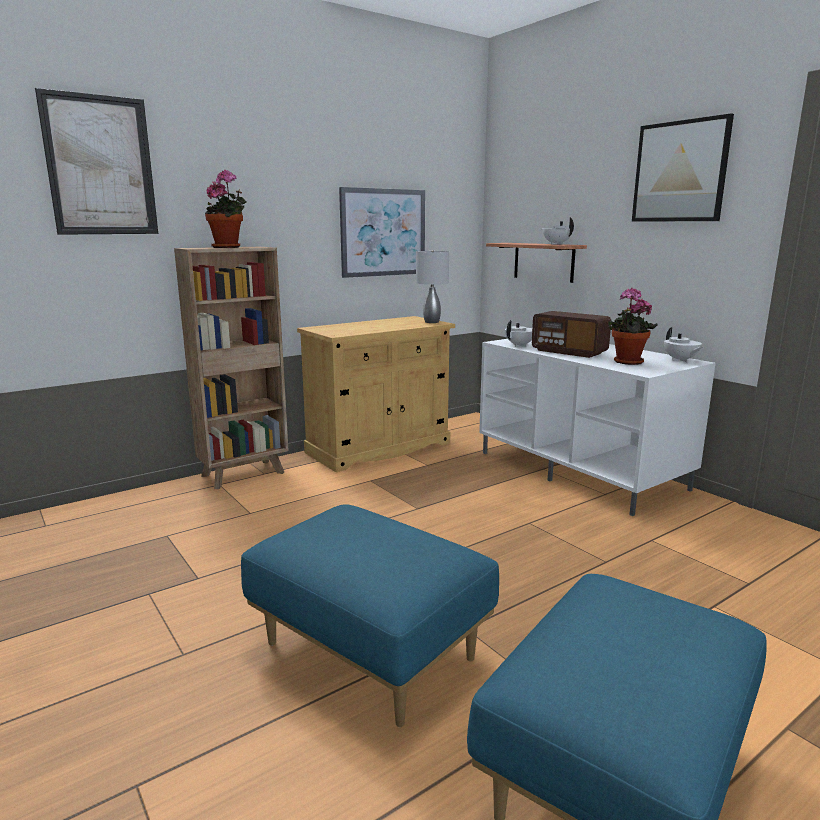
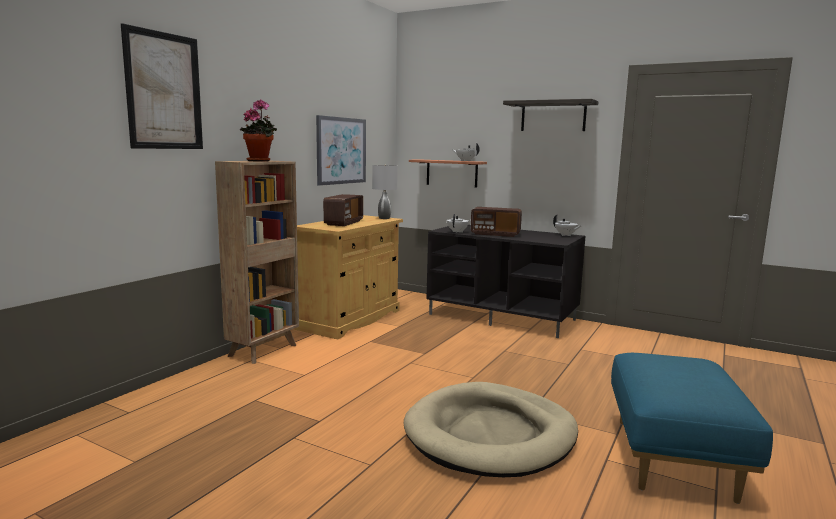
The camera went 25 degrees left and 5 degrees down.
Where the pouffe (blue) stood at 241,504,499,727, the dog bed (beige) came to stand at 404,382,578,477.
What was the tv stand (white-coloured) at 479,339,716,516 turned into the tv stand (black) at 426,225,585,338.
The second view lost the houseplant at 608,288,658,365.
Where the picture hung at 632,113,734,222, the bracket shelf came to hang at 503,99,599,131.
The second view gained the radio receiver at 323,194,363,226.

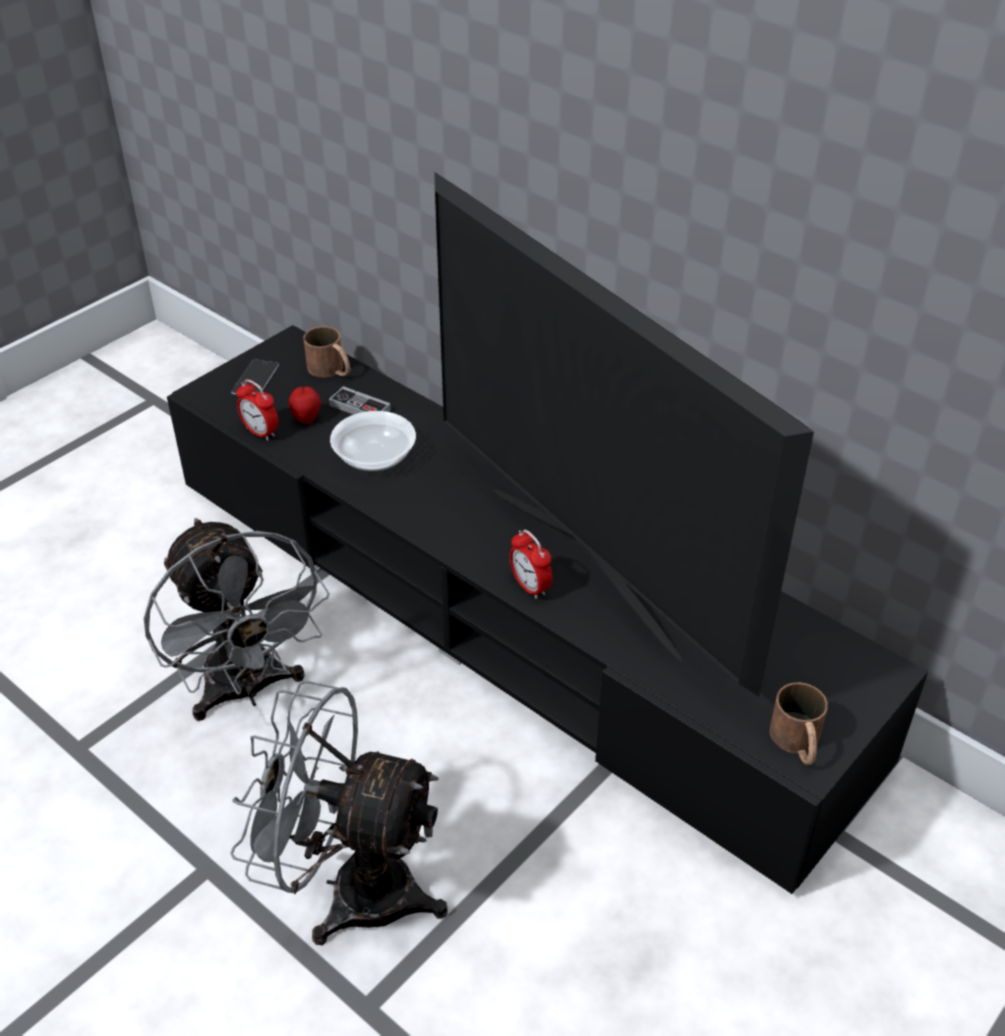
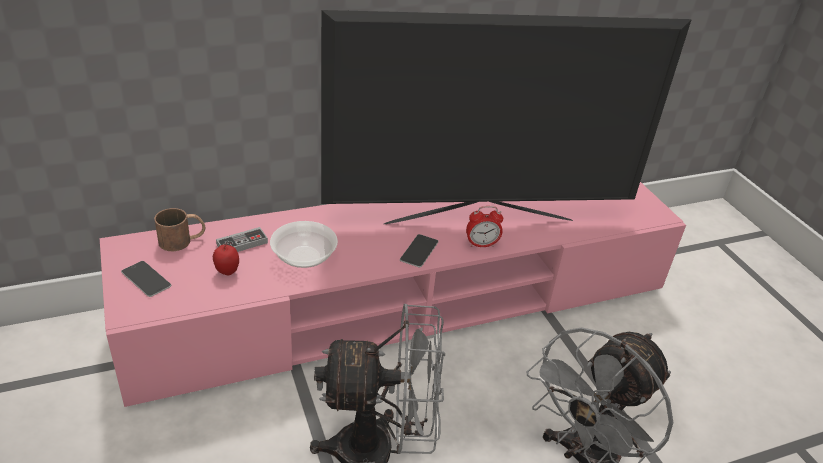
The camera went 65 degrees left and 5 degrees down.
What was the tv stand (black) at 167,325,928,894 turned into the tv stand (pink-coloured) at 100,182,686,407.
The second view lost the table clock at 236,379,278,441.
The second view lost the coffee mug (brown-coloured) at 770,682,828,765.
The second view gained the phone at 400,234,438,268.

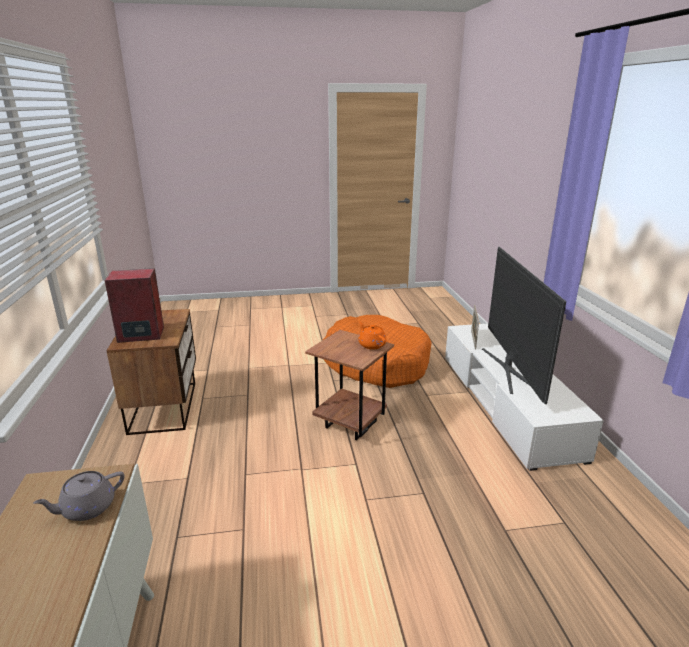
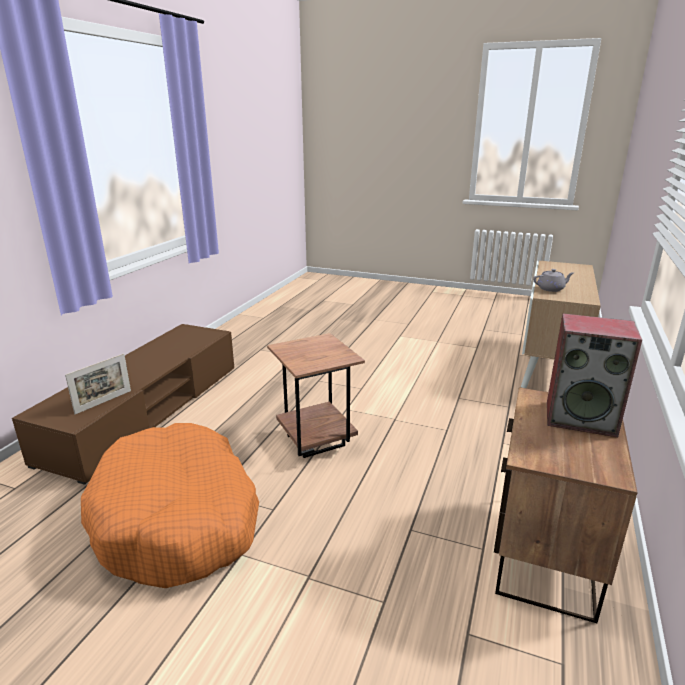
The camera went 150 degrees left and 0 degrees up.
The second view lost the teapot (orangey) at 358,322,387,349.
What was the tv stand (white-coloured) at 445,324,604,471 turned into the tv stand (brown-coloured) at 12,324,234,485.
The second view lost the television at 482,247,566,404.

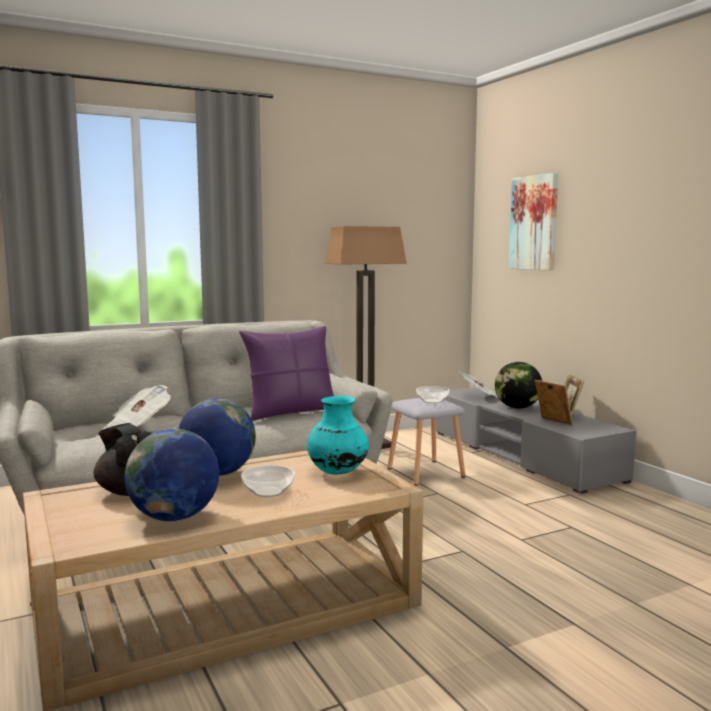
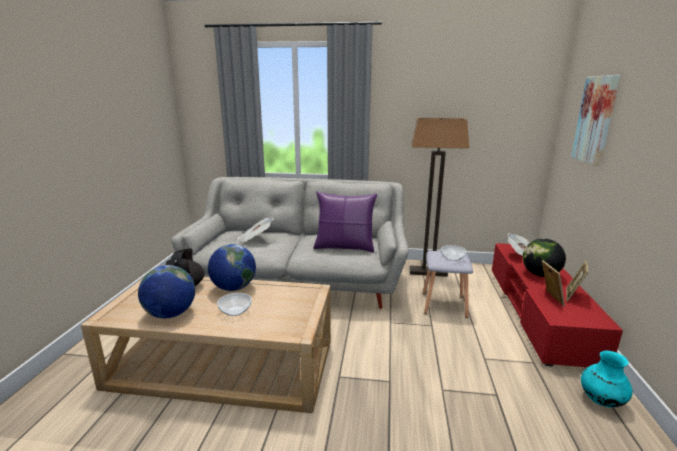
The camera went 35 degrees right and 10 degrees up.
The vase (turquoise-coloured) ended up elsewhere, having gone from 307,396,369,475 to 581,351,633,408.
What was the tv stand (gray) at 436,387,636,494 turned into the tv stand (red-coloured) at 492,243,623,367.

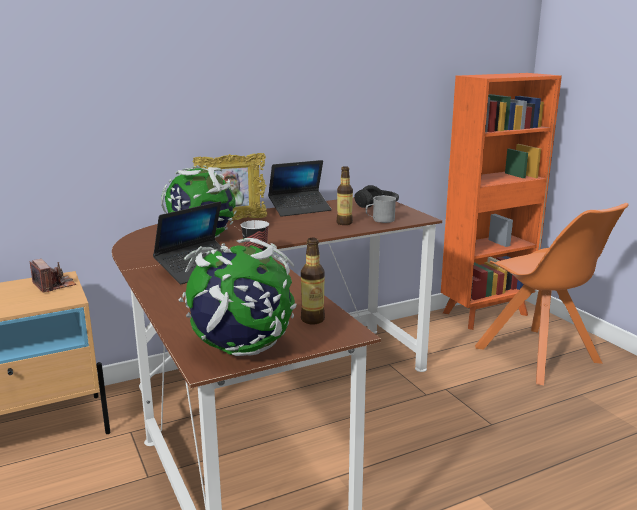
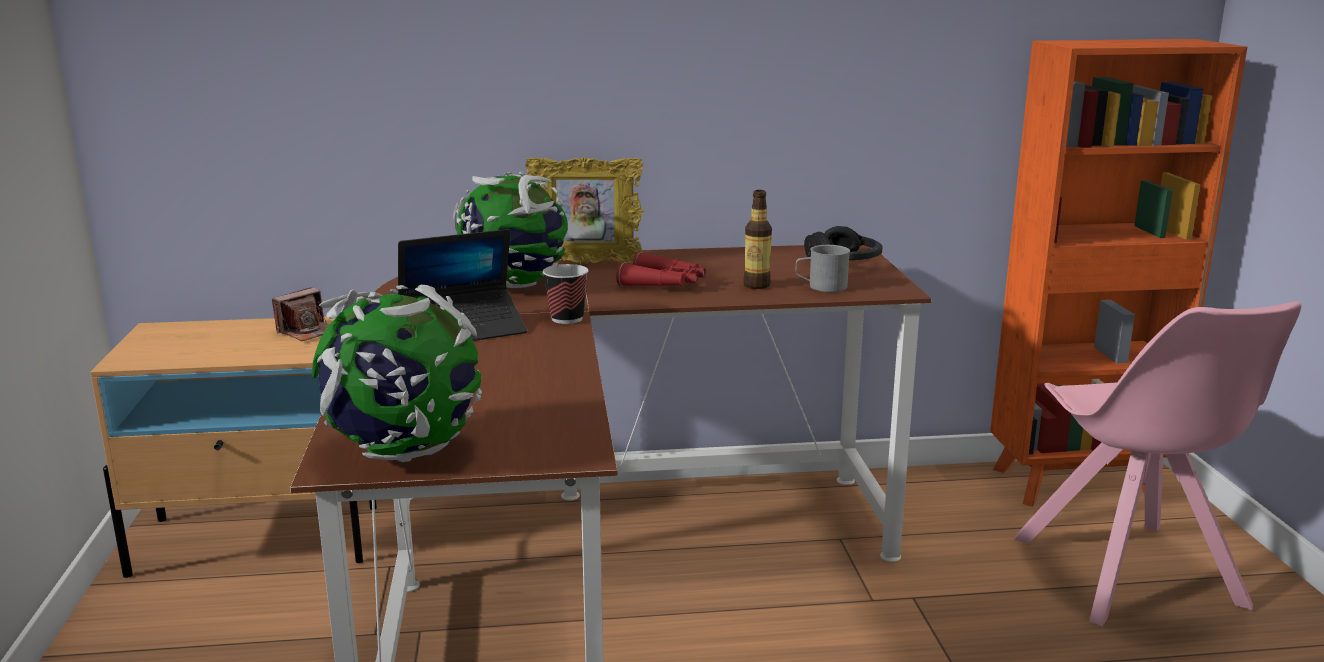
The camera went 20 degrees right and 0 degrees up.
The still camera at 30,259,76,293 ended up facing another way, 60 degrees clockwise from before.
The second view lost the laptop at 268,160,332,217.
The second view lost the bottle at 301,238,325,324.
What was the plain chair (orangey) at 475,203,629,385 turned into the plain chair (pink-coloured) at 1014,301,1302,626.
The second view gained the field glasses (red-coloured) at 616,252,706,287.

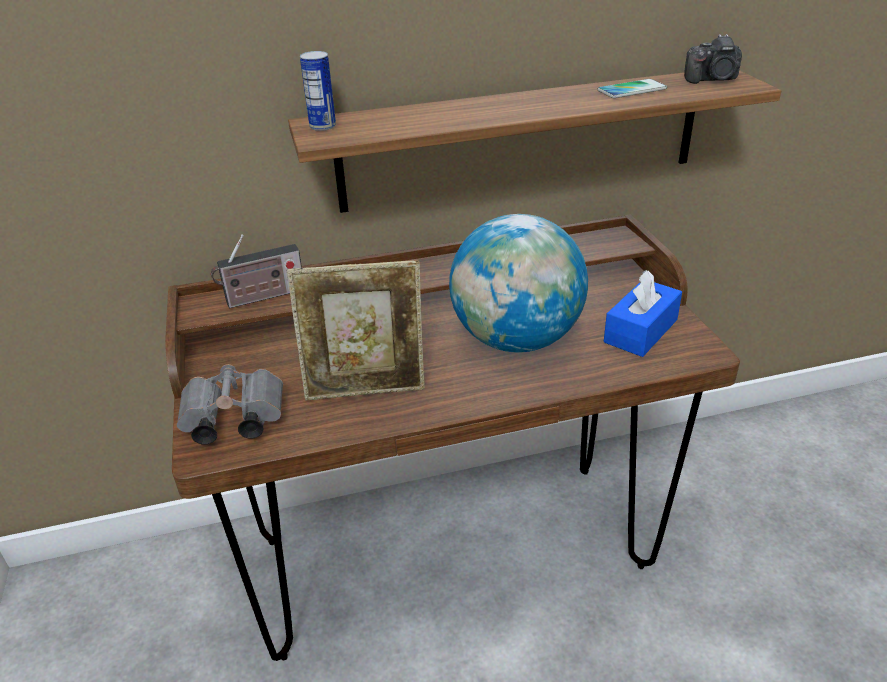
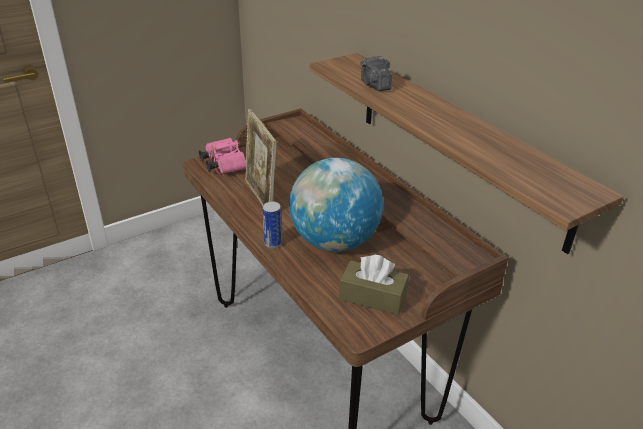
The camera went 70 degrees right and 0 degrees up.
What was the field glasses (gray) at 177,364,283,445 turned into the field glasses (pink-coloured) at 199,137,246,174.
The second view lost the radio receiver at 211,234,302,308.
The metal can ended up elsewhere, having gone from 300,51,336,131 to 263,201,282,248.
The second view lost the phone at 597,79,667,98.
What was the tissue holder (blue) at 604,270,682,357 turned into the tissue holder (brown-coloured) at 339,255,409,315.
The still camera ended up elsewhere, having gone from 684,34,742,84 to 360,56,392,91.

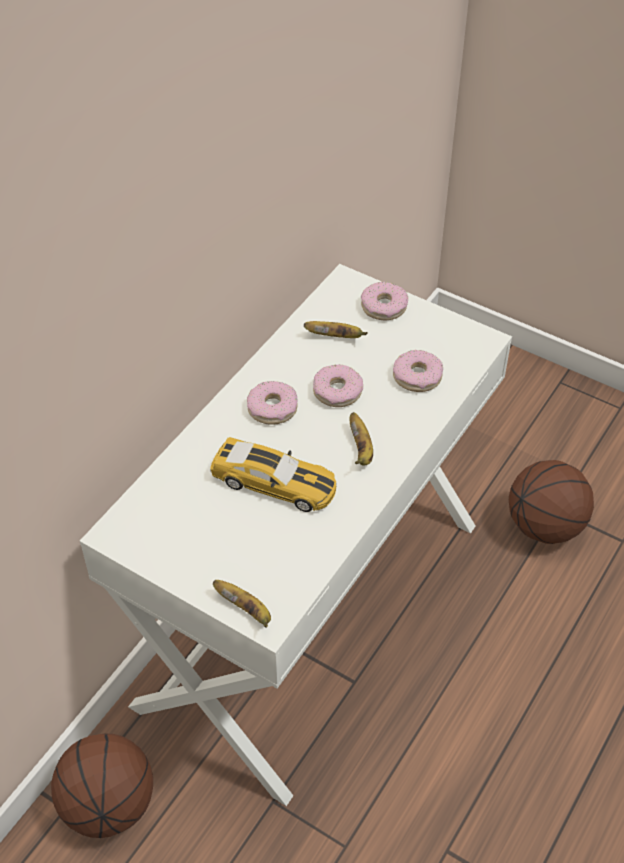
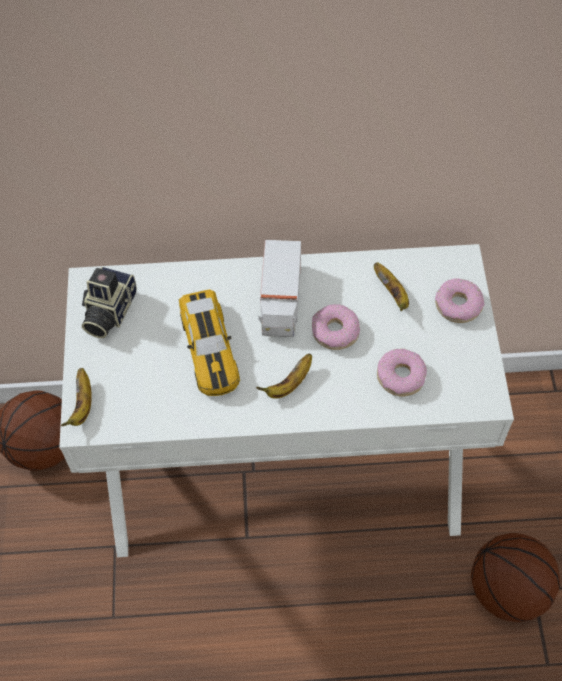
The camera went 55 degrees right and 10 degrees up.
Where the doughnut stood at 247,381,298,425, the toy truck came to stand at 259,240,301,337.
The second view gained the still camera at 82,267,137,338.

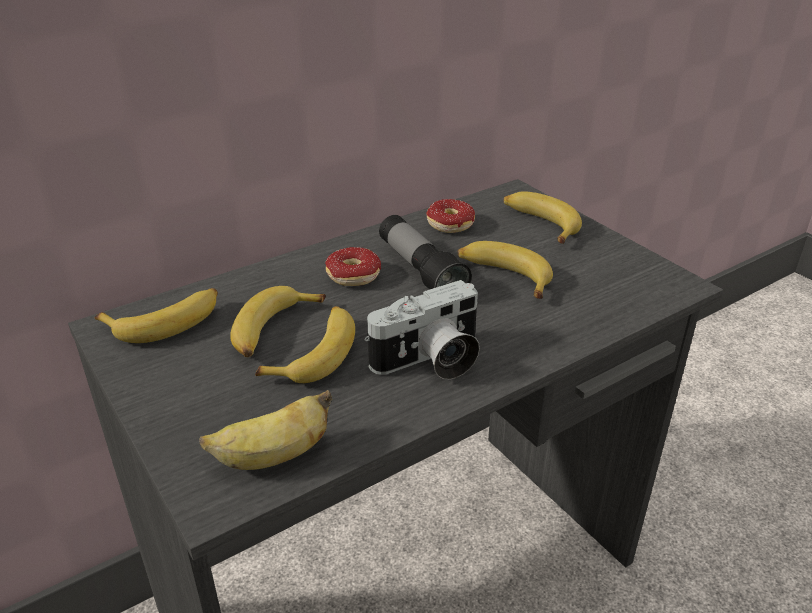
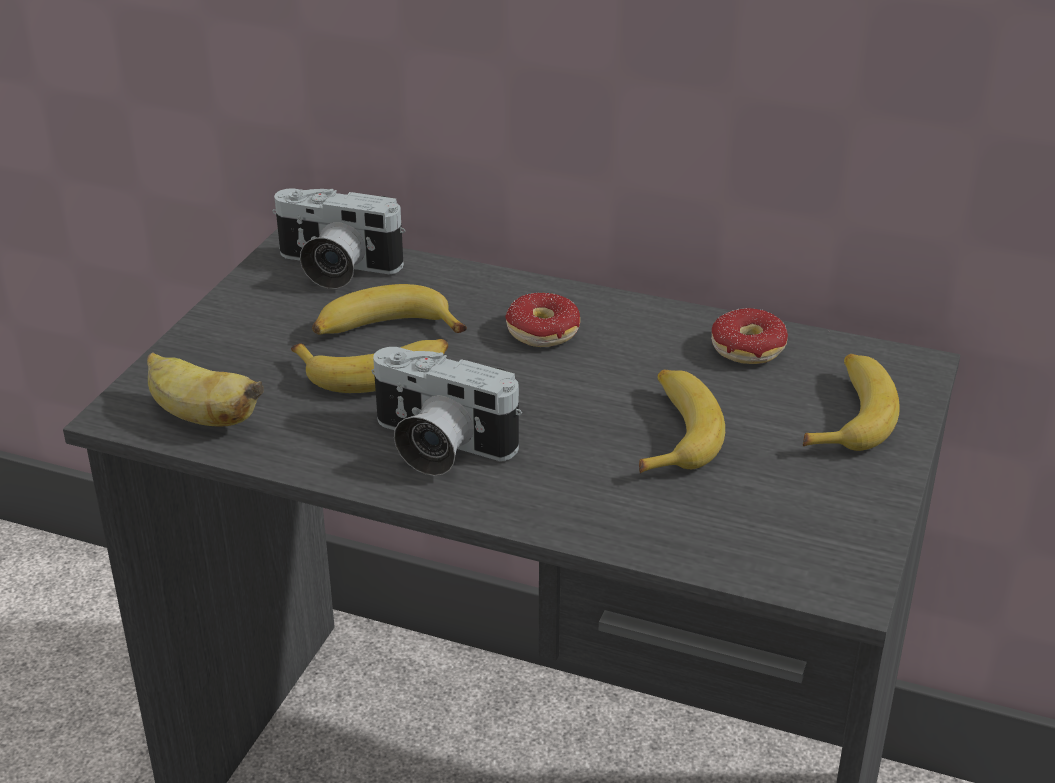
The camera went 55 degrees right and 0 degrees up.
Where the whole banana stood at 95,288,218,343, the still camera came to stand at 273,188,405,289.
The second view lost the torch at 379,215,472,289.

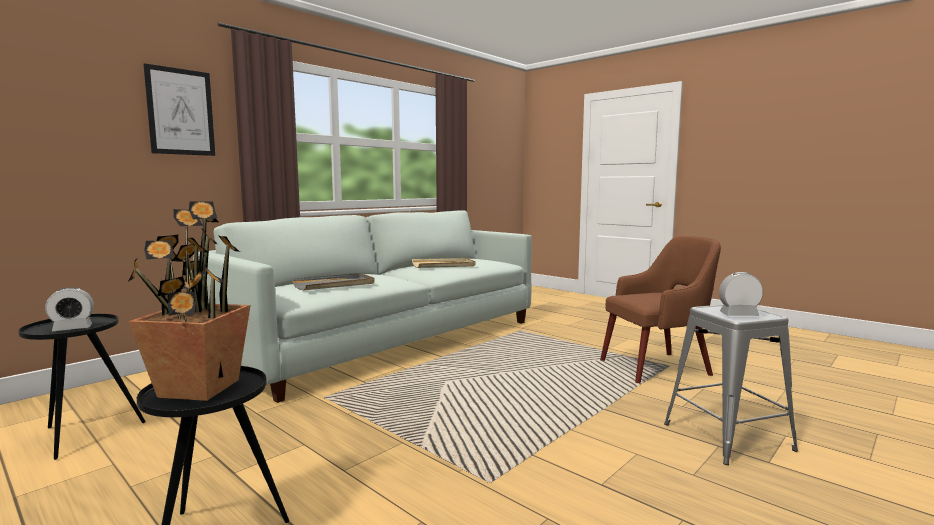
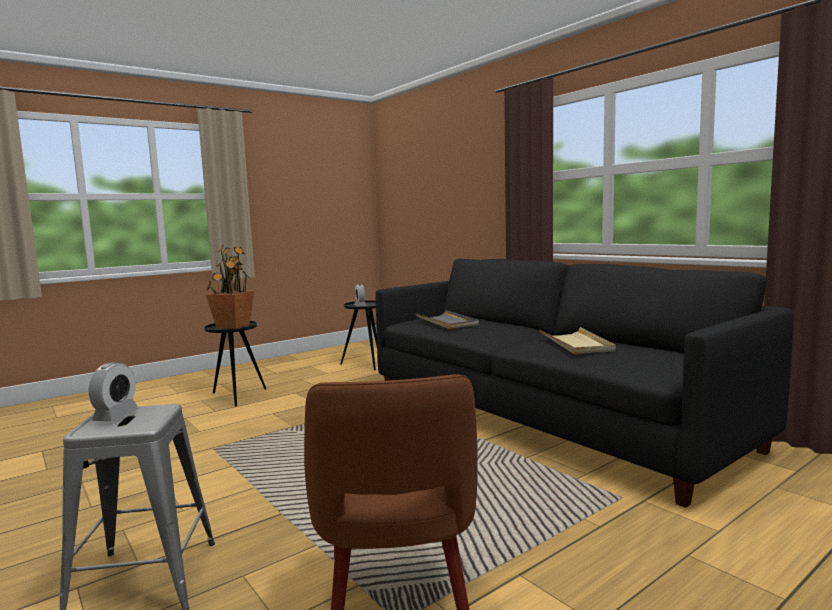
The camera went 100 degrees right and 0 degrees up.
The second view lost the picture at 143,63,215,156.
What was the couch (white-coloured) at 193,210,532,403 turned into the couch (black) at 375,259,794,508.

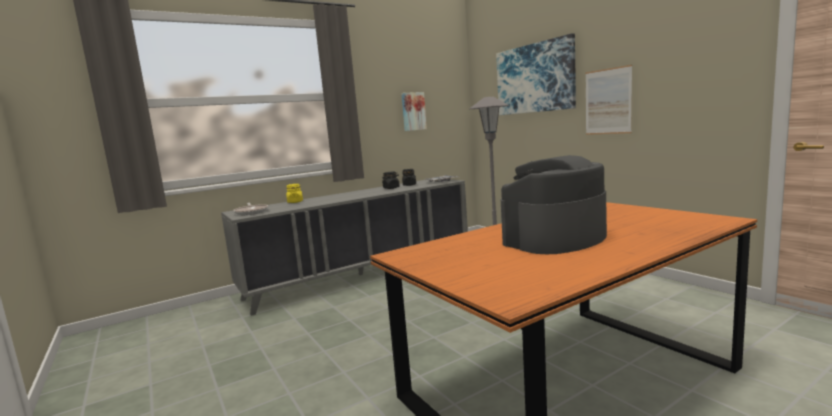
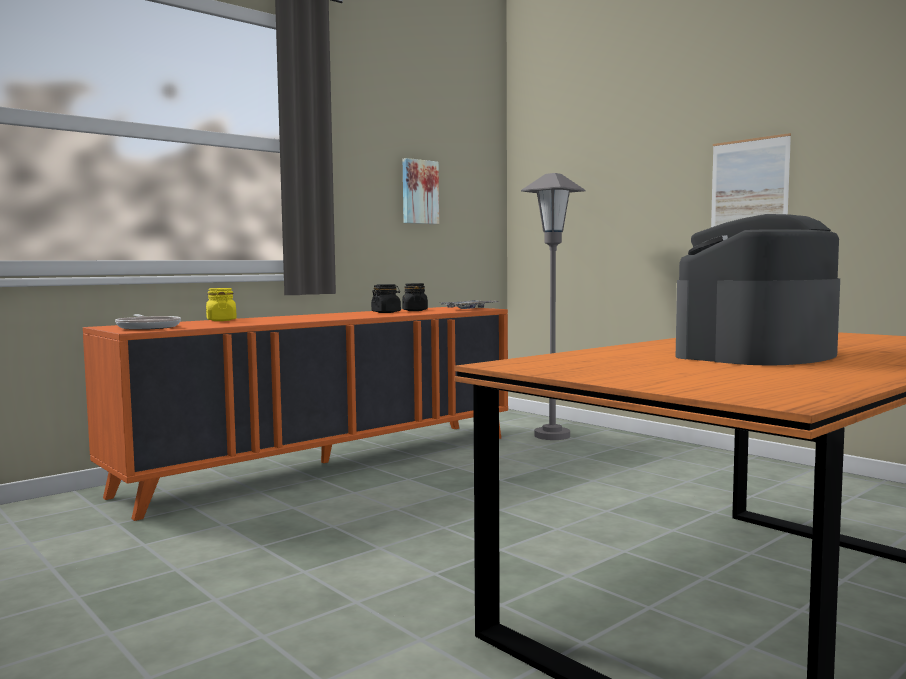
The camera went 10 degrees left and 5 degrees down.
What was the storage cabinet (gray) at 221,179,468,316 turned into the storage cabinet (orangey) at 83,307,508,521.
The second view lost the picture at 496,33,576,115.

